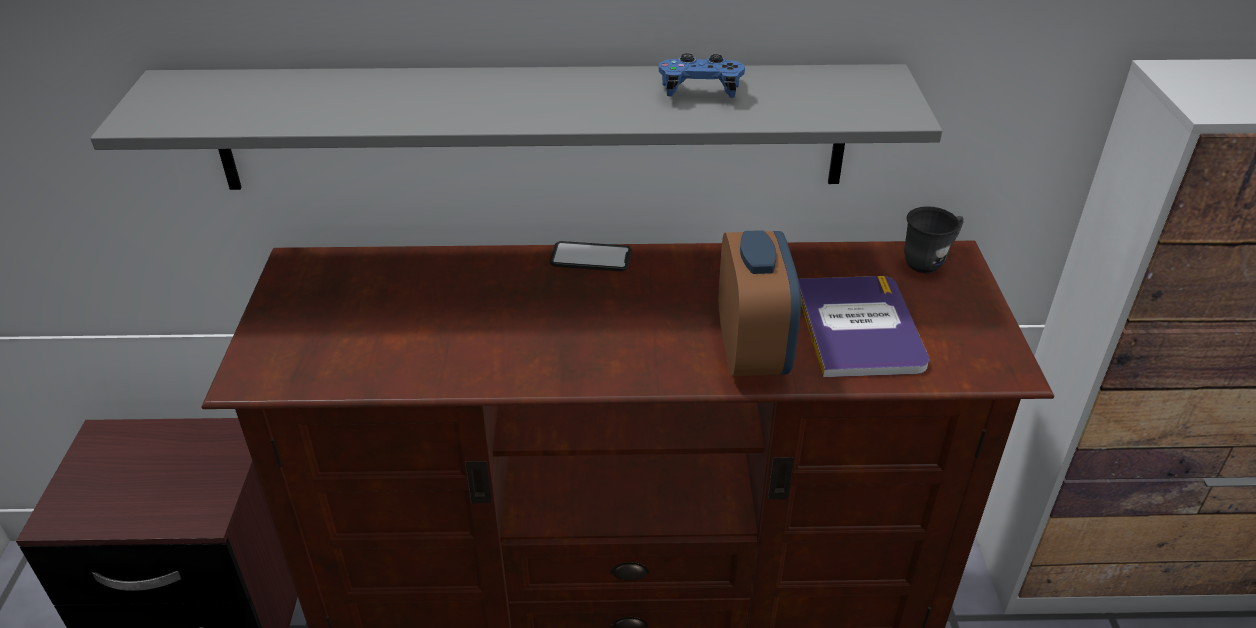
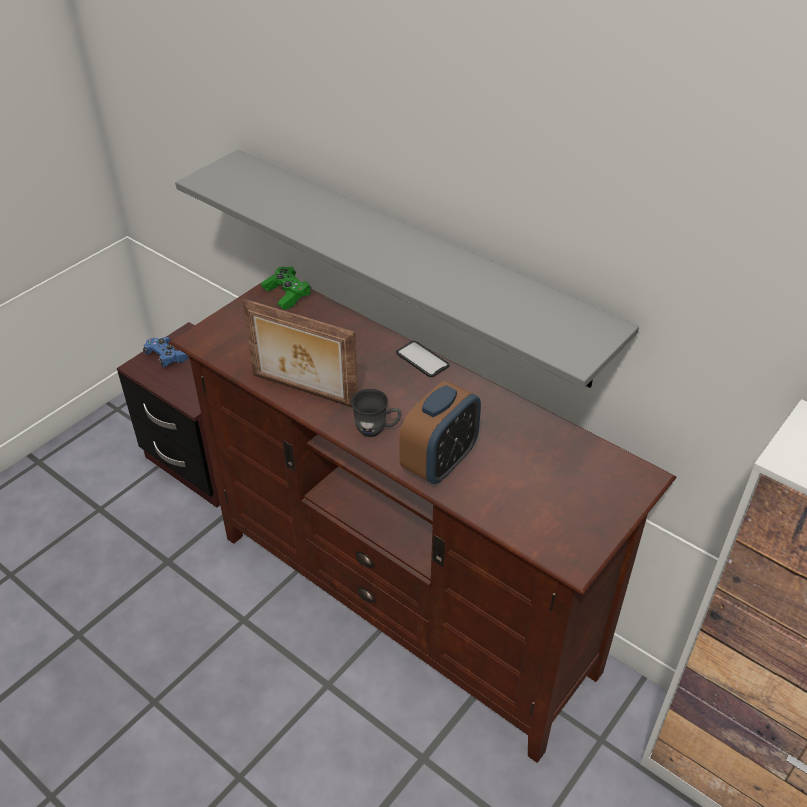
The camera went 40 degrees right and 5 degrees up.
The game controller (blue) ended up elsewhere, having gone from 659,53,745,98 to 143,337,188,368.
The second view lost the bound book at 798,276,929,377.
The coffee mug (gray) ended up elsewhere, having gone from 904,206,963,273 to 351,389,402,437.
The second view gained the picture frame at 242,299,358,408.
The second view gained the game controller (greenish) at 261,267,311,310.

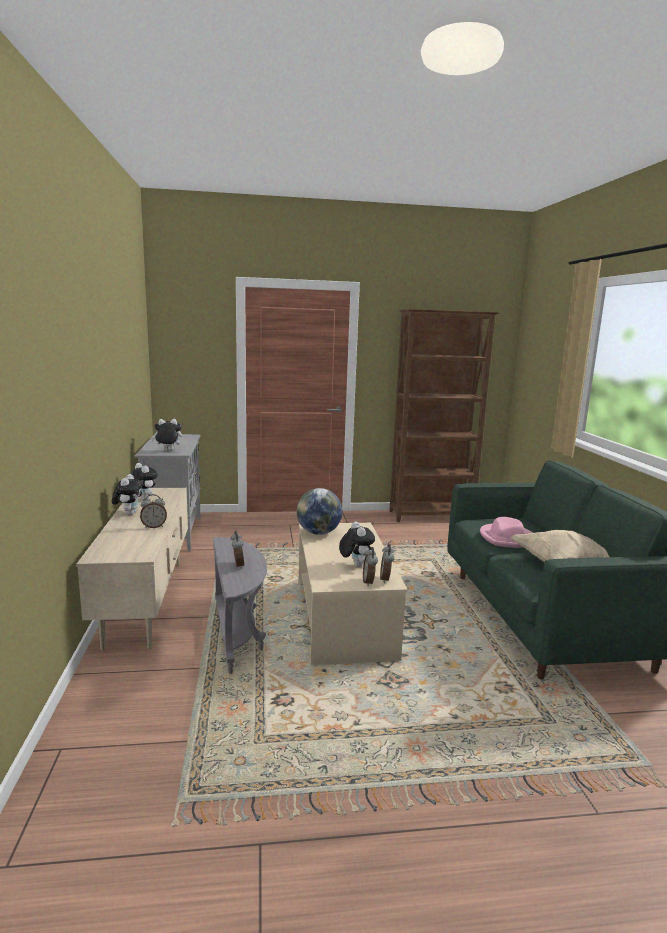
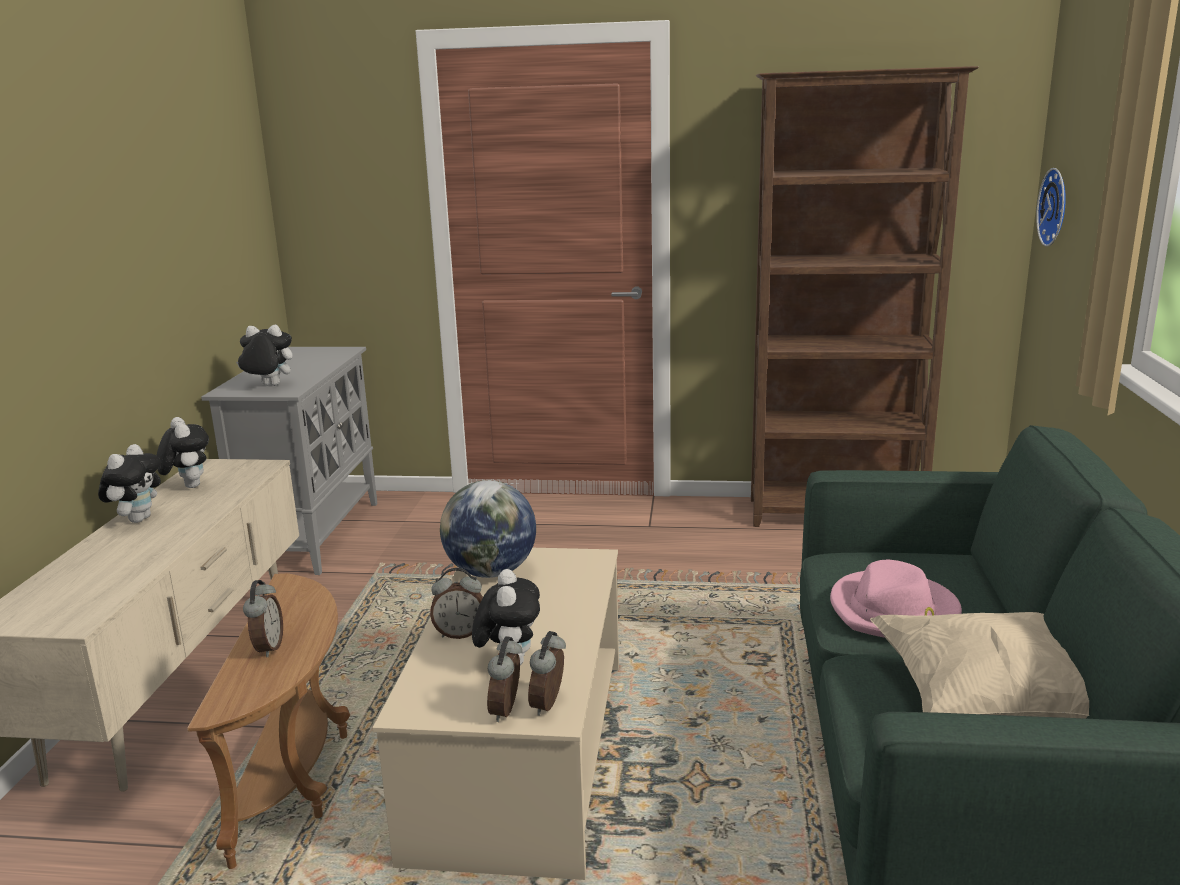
The camera went 15 degrees right and 5 degrees up.
The table clock ended up elsewhere, having gone from 140,494,167,528 to 430,568,483,639.
What was the accent table (gray) at 213,537,267,674 turned into the accent table (brown-coloured) at 187,573,350,869.
The second view gained the clock on the wall at 1036,168,1066,246.

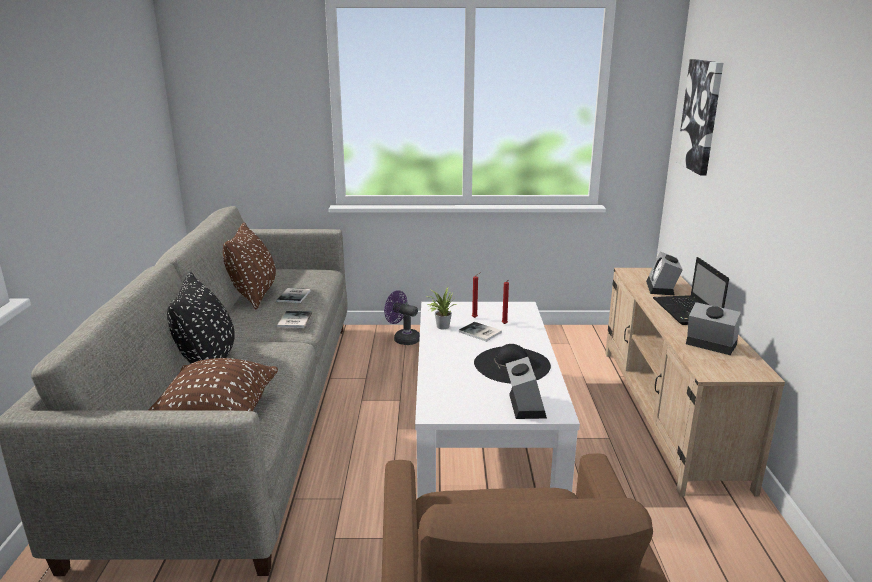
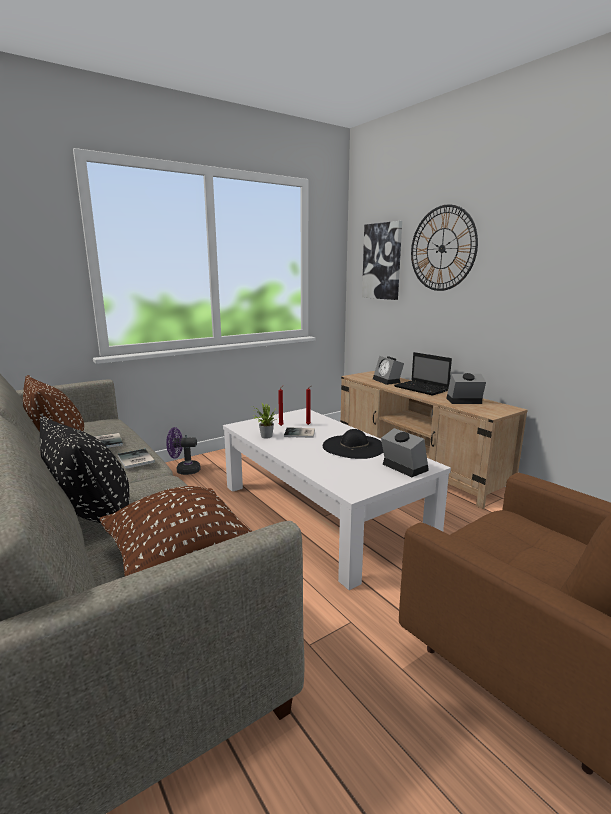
The camera went 35 degrees left and 5 degrees down.
The second view gained the clock on the wall at 411,204,478,291.

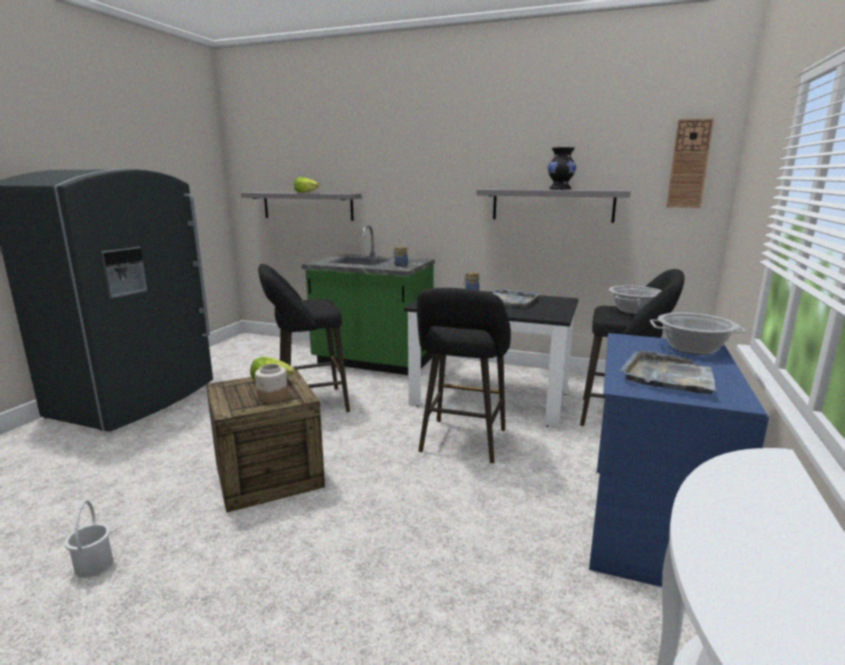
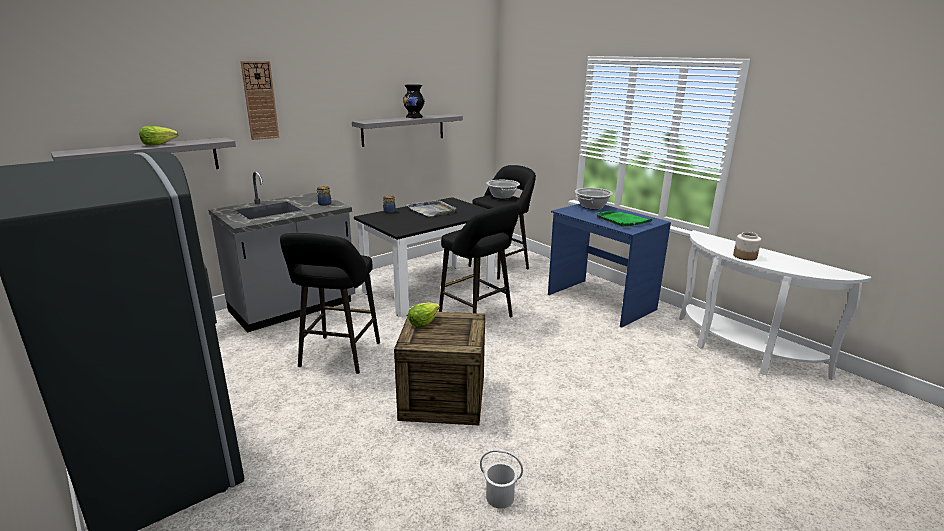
The camera went 60 degrees left and 5 degrees up.
The preserve jar ended up elsewhere, having gone from 255,364,288,403 to 733,232,761,261.
What was the counter (greenish) at 302,225,435,375 turned into the counter (gray) at 208,171,355,332.
What was the serving tray (gray) at 620,351,717,394 turned into the serving tray (greenish) at 596,211,653,227.
The clock on the wall ended up elsewhere, having gone from 666,118,714,208 to 240,61,279,140.

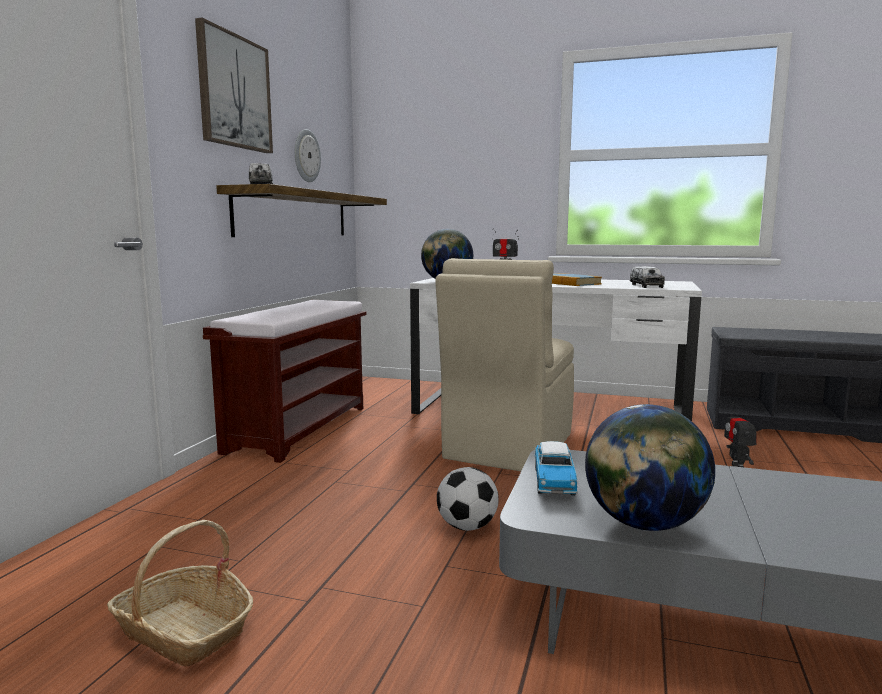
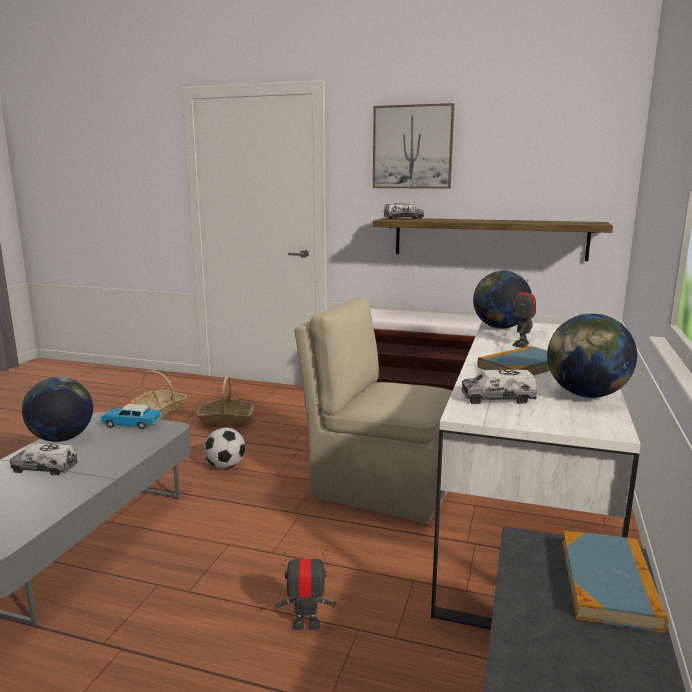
The camera went 90 degrees right and 5 degrees up.
The second view lost the clock on the wall at 295,129,321,182.
The second view gained the toy truck at 9,443,78,475.
The second view gained the basket at 197,376,254,428.
The second view gained the world globe at 547,313,637,398.
The second view gained the bound book at 562,531,668,633.

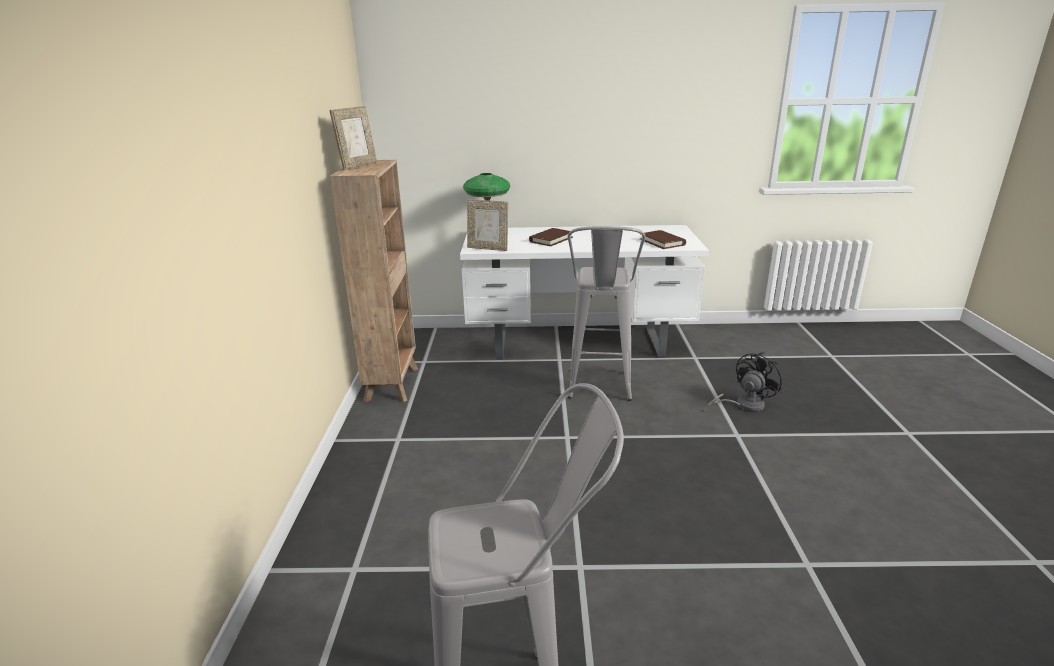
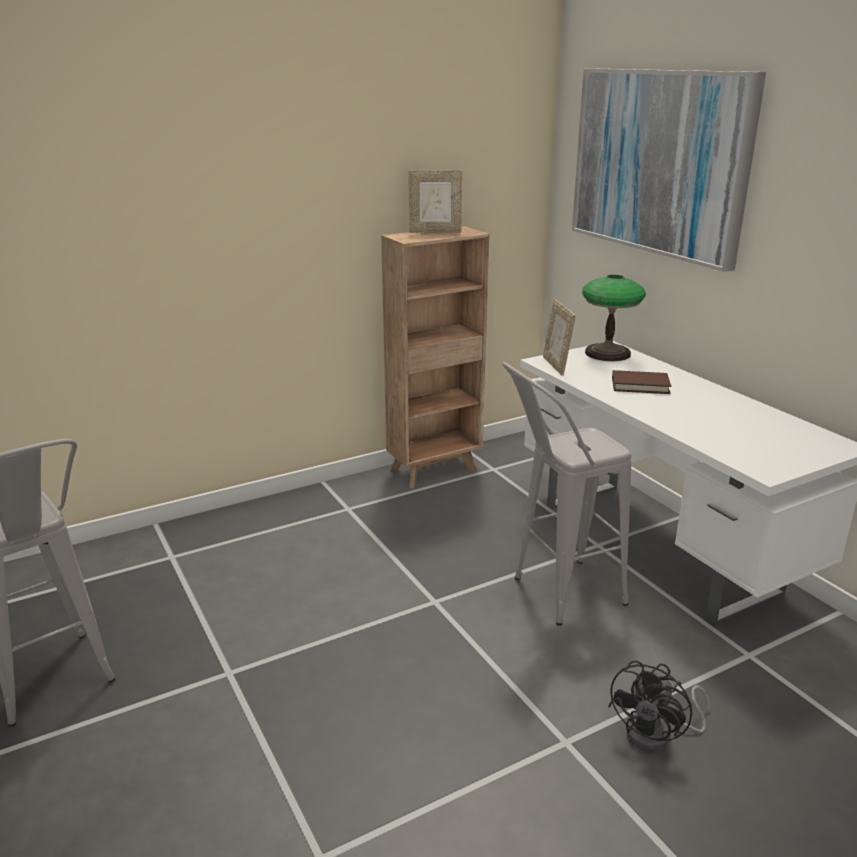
The camera went 60 degrees right and 0 degrees up.
The second view lost the bound book (brown-coloured) at 640,230,686,249.
The electric fan (black) at 706,352,781,412 ended up facing another way, 105 degrees clockwise from before.
The second view gained the picture at 572,69,766,272.

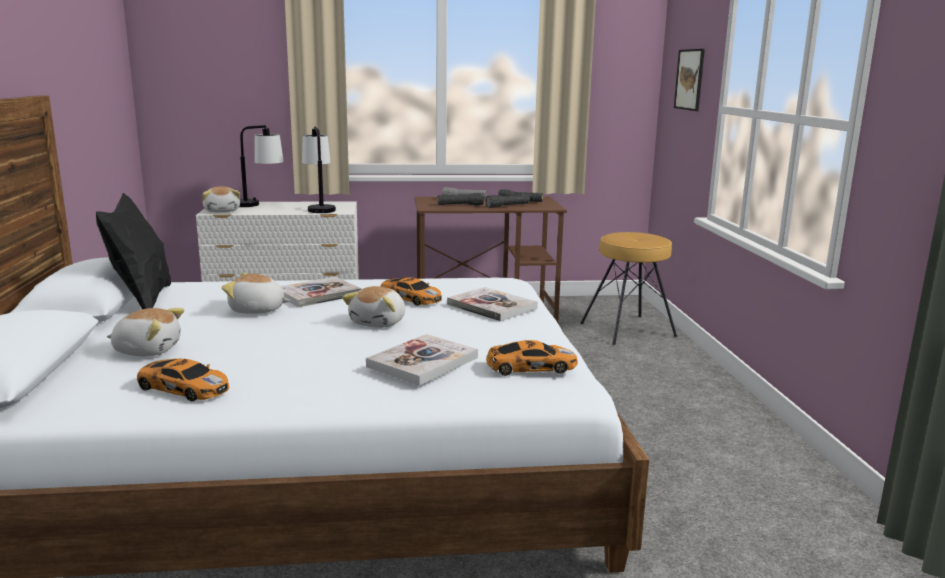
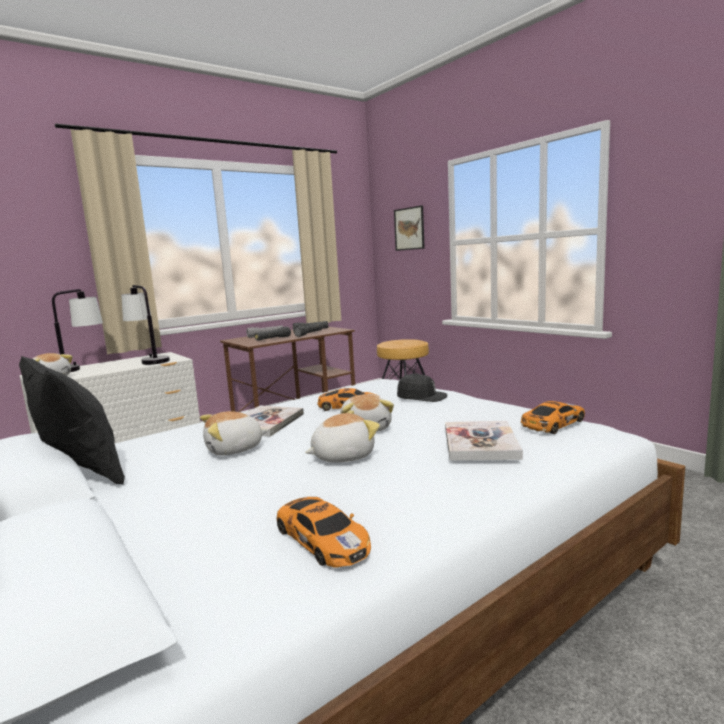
The camera went 30 degrees left and 5 degrees down.
The cuddly toy ended up elsewhere, having gone from 107,308,184,356 to 305,410,380,463.
The toy car at 137,359,229,401 ended up facing another way, 60 degrees clockwise from before.
Where the bound book stood at 447,287,538,322, the peaked cap (black) came to stand at 397,373,447,402.

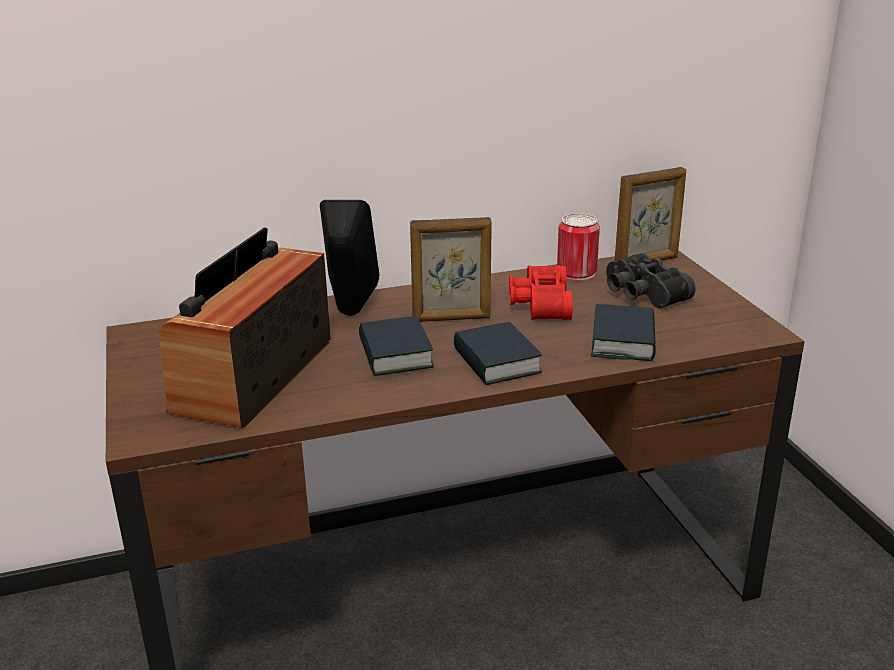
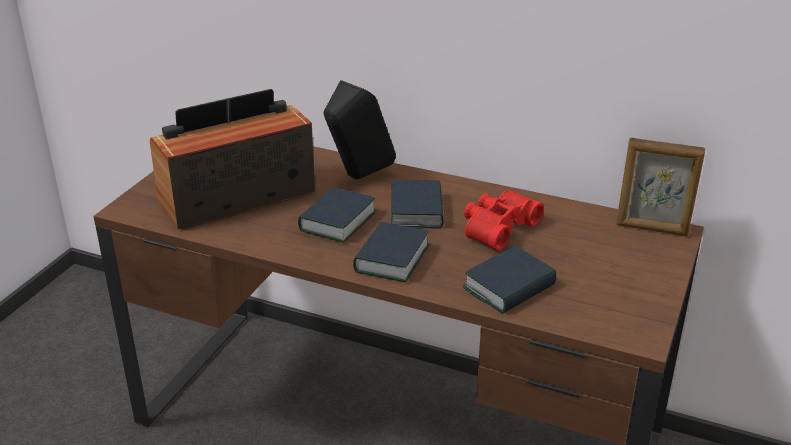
The camera went 40 degrees right and 5 degrees up.
Where the picture frame stood at 410,217,492,322, the bound book came to stand at 391,180,444,229.
The second view lost the metal can at 557,213,600,281.
The second view lost the field glasses (black) at 606,253,696,308.

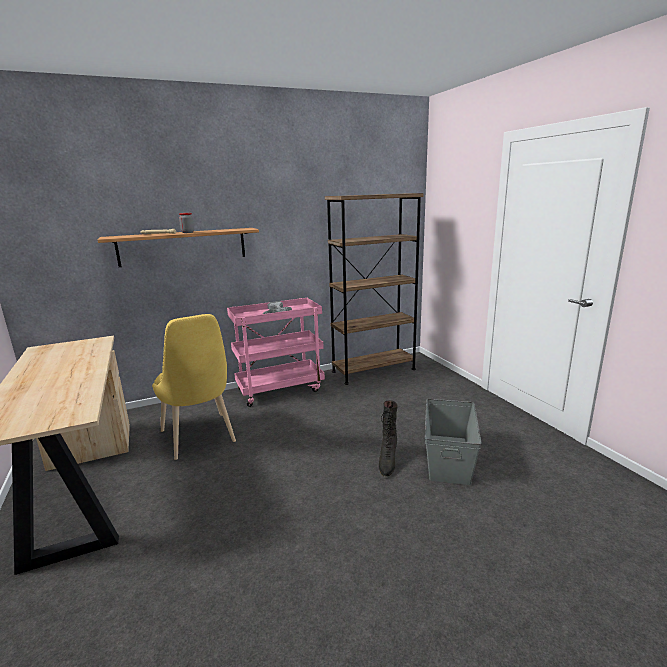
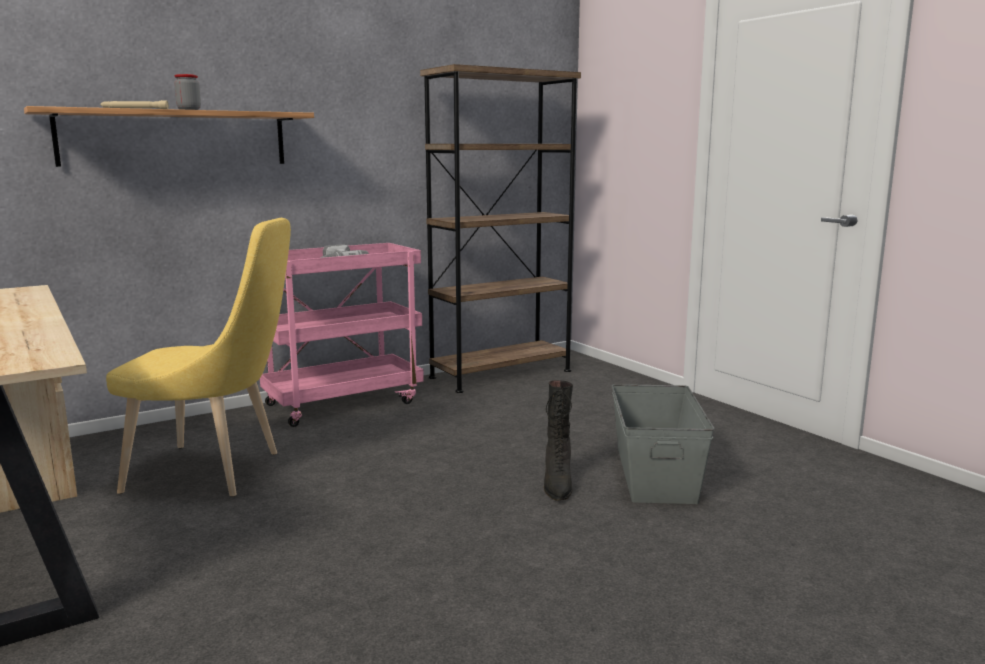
The camera went 10 degrees left and 5 degrees down.
The plain chair (yellow-coloured) at 152,314,236,460 ended up facing another way, 45 degrees counterclockwise from before.

